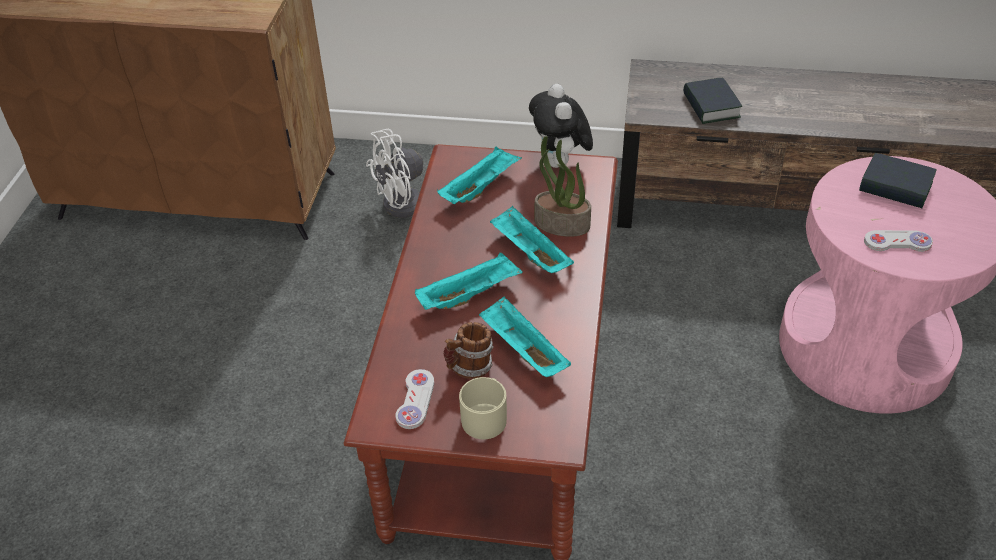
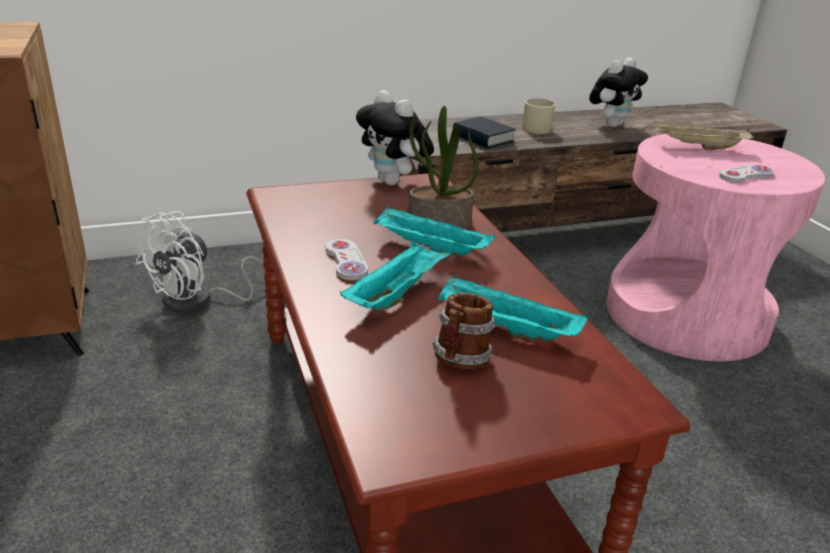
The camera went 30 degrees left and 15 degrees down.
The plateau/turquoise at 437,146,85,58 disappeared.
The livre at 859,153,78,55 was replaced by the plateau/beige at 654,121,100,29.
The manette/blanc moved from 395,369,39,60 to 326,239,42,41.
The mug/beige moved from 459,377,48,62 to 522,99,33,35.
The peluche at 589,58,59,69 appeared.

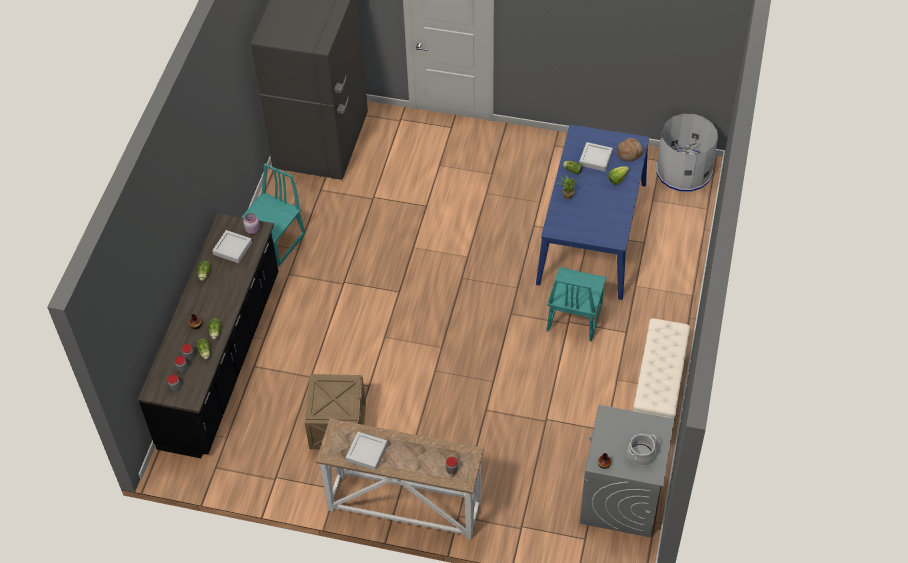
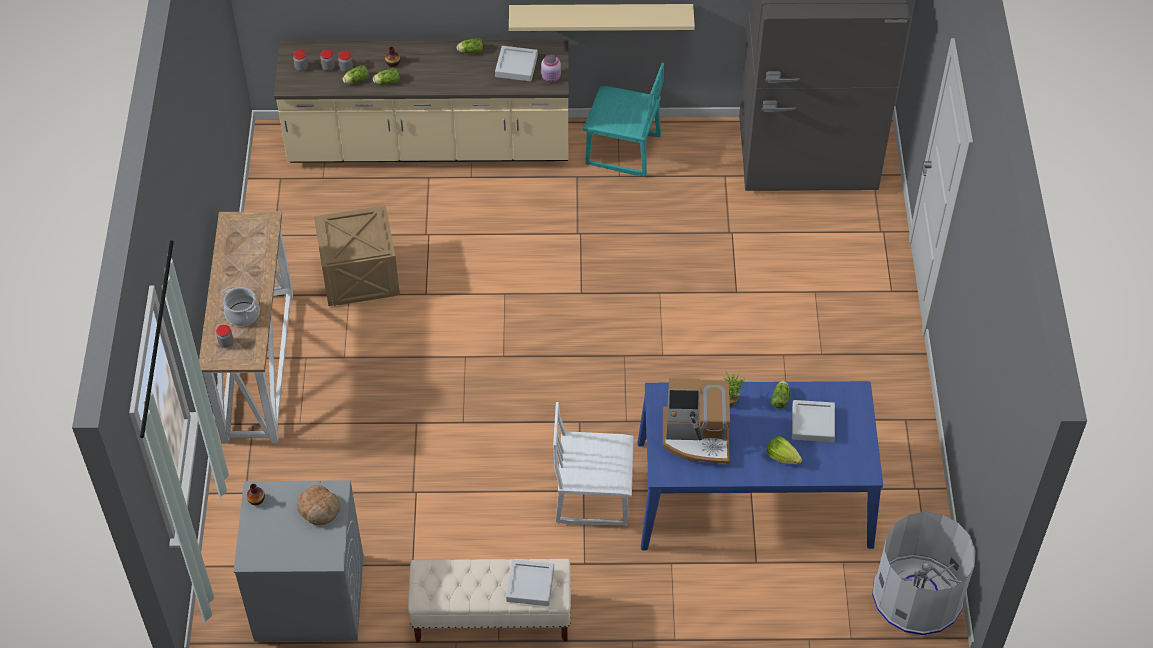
The camera went 75 degrees right and 0 degrees up.
The pain moved from 617,138,26,24 to 297,485,43,40.
The comptoir de cuisine/noir at 138,213,141,245 became the comptoir de cuisine/beige at 274,40,295,123.
The chaise/turquoise at 546,267,60,74 became the chaise/blanc at 553,402,81,124.
The plateau/gris moved from 346,432,42,38 to 506,560,48,46.
The marmite moved from 627,434,30,31 to 223,287,37,39.
The étagère/beige at 509,4,186,27 appeared.
The machine à café at 663,378,67,86 appeared.

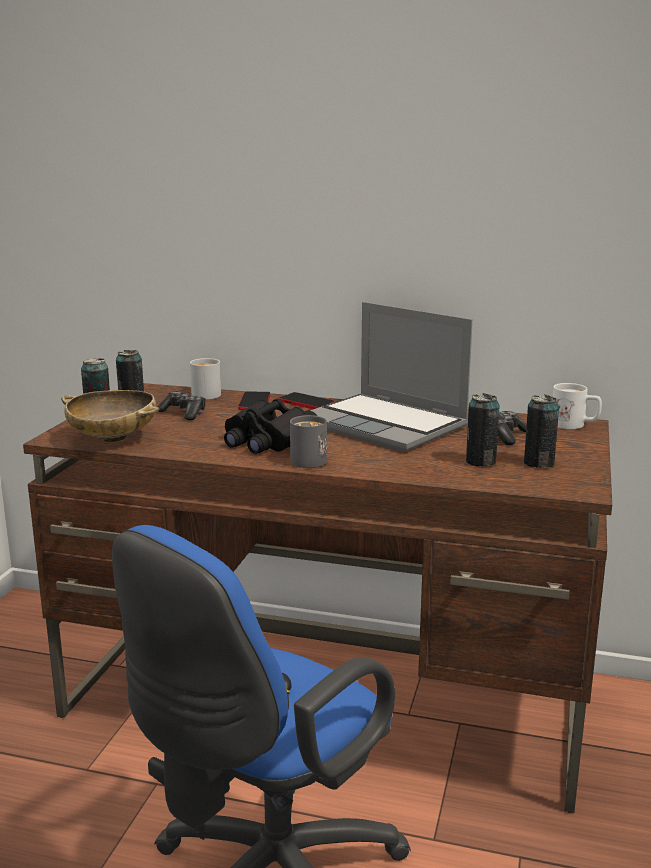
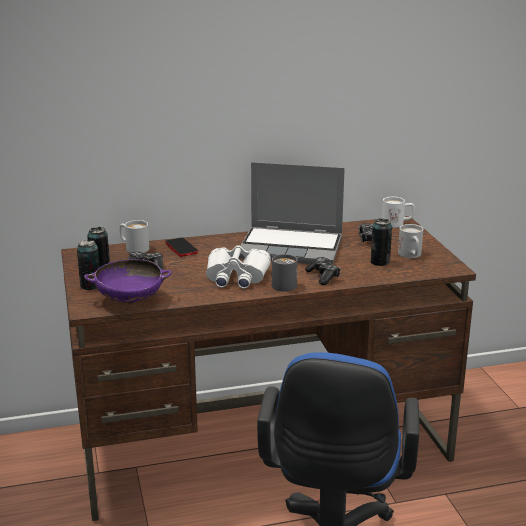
The camera went 30 degrees left and 5 degrees up.
The bol/beige at 61,390,99,52 became the bol/violet at 84,259,88,44.
The téléphone at 279,392,56,17 disappeared.
The boîte métallique at 524,395,35,73 was replaced by the mug/blanc at 398,224,25,34.
The jumelles/noir at 224,398,93,56 became the jumelles/blanc at 206,245,65,44.
The manette at 305,257,36,28 appeared.

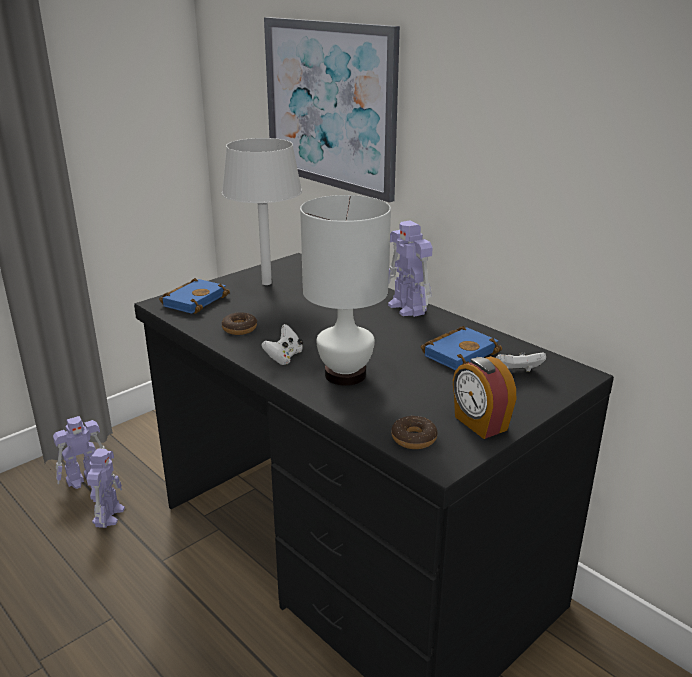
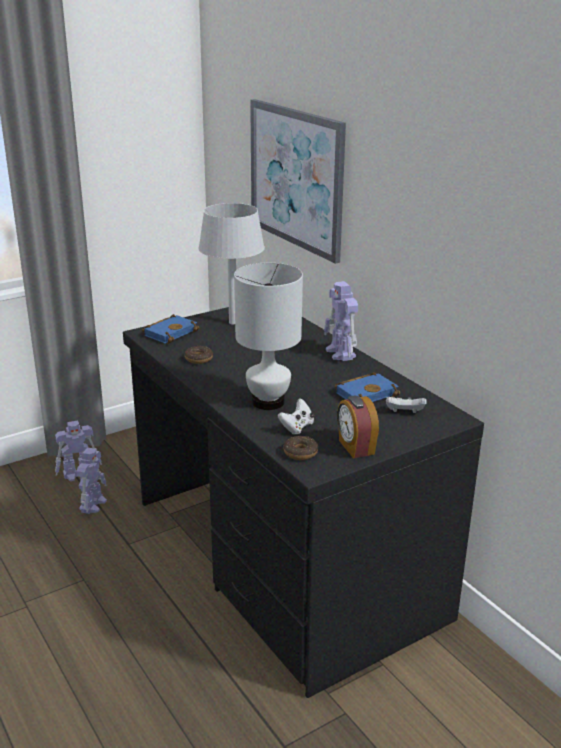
The camera went 10 degrees right and 0 degrees up.
The manette/blanc moved from 261,324,42,41 to 278,398,36,37.

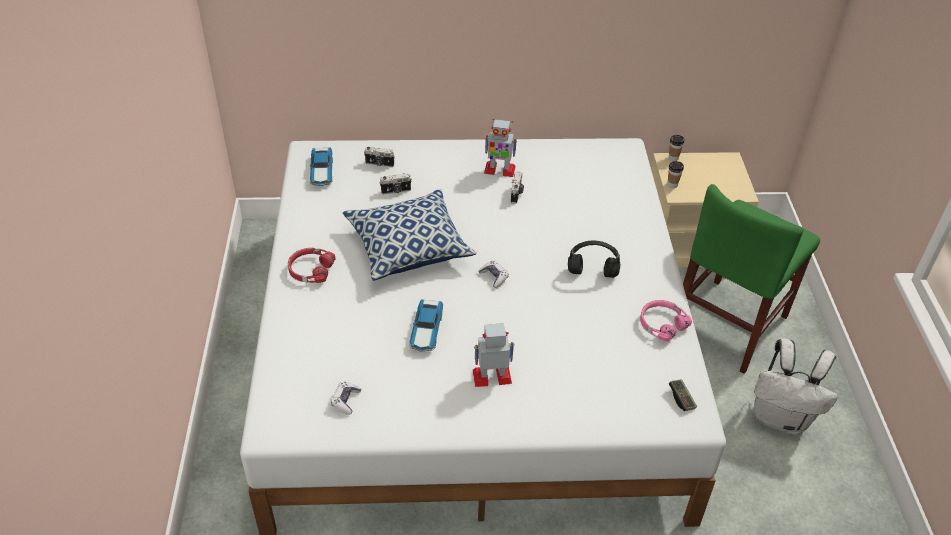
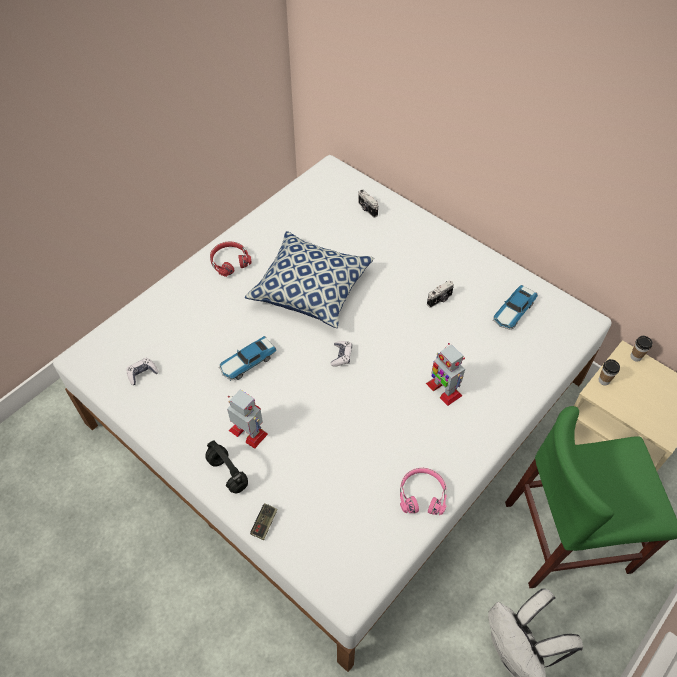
The camera went 45 degrees right and 10 degrees up.
The robot jouet moved from 484,119,33,58 to 426,343,39,63.
The petite voiture moved from 310,148,23,38 to 493,285,45,45.
The appareil photo at 380,173,32,22 disappeared.
The casque audio/noir moved from 568,241,52,37 to 205,440,43,53.
The manette moved from 669,379,28,32 to 250,503,28,37.

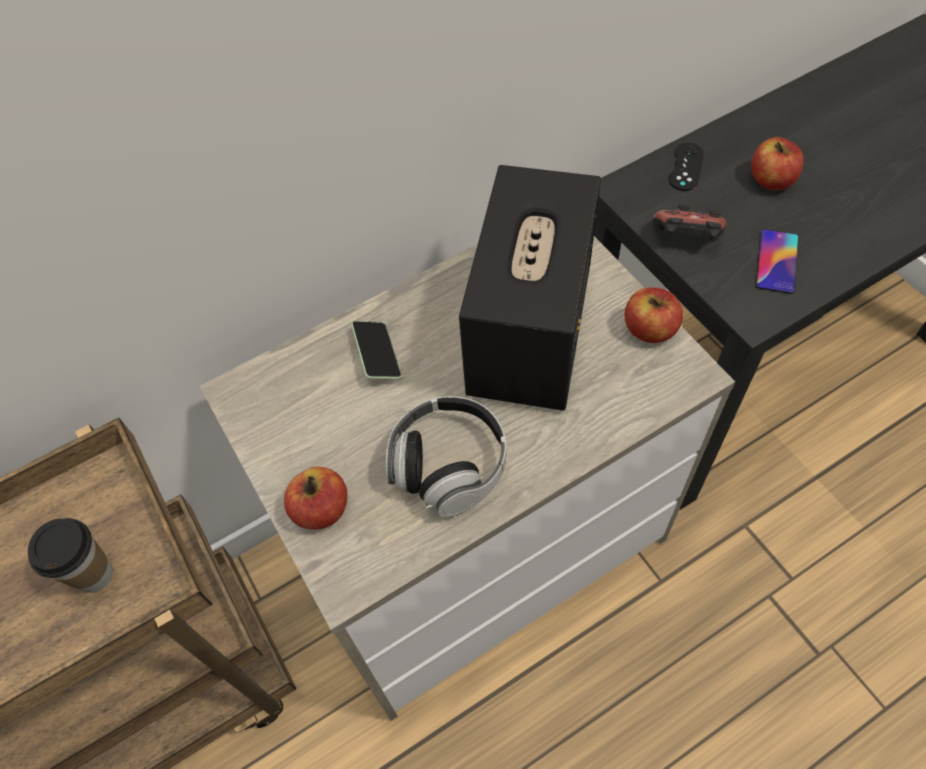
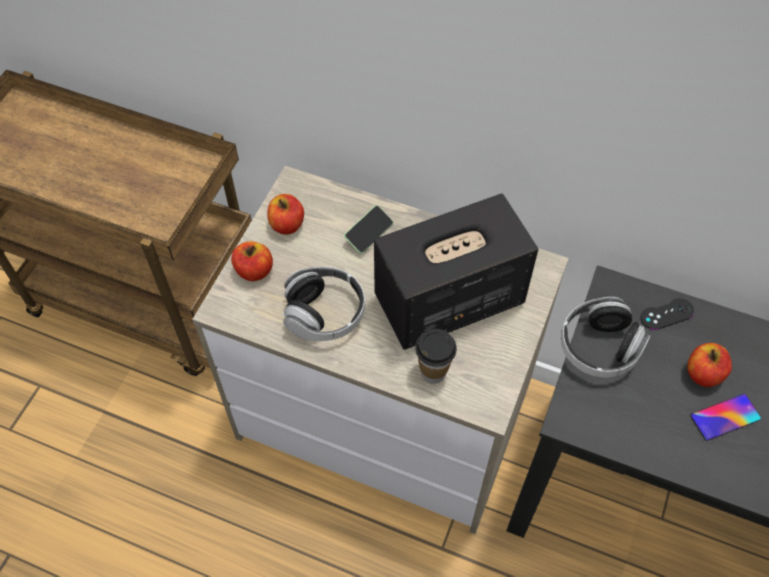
The camera went 50 degrees right and 0 degrees up.
The manette at 652,204,74,35 was replaced by the casque audio at 561,297,89,81.
The téléphone moved from 756,229,42,65 to 690,394,71,47.
The pomme moved from 625,287,58,56 to 267,194,37,40.
The tasse moved from 28,518,85,75 to 415,329,42,55.

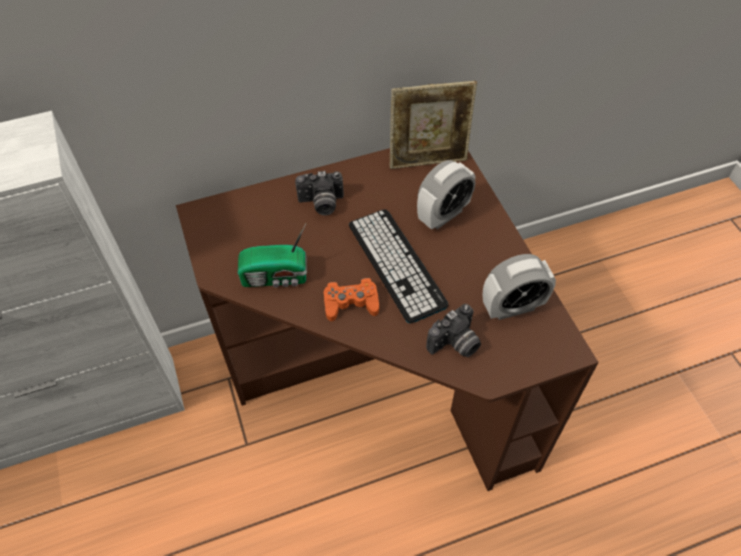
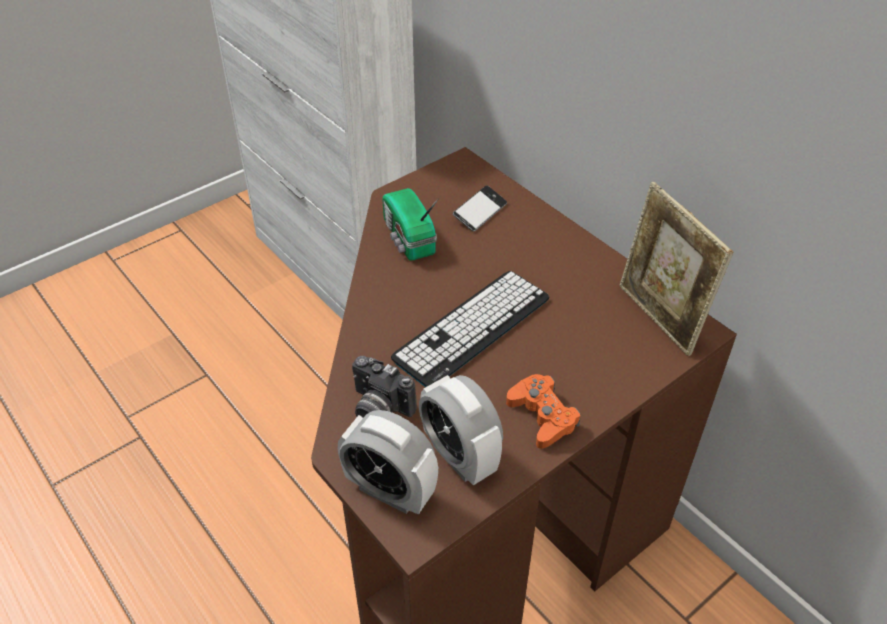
The camera went 70 degrees right and 10 degrees down.
The réveil moved from 417,160,58,70 to 338,410,100,104.
The appareil photo at 295,171,49,44 disappeared.
The manette/orange moved from 324,278,55,43 to 506,374,75,75.
The téléphone at 453,185,54,47 appeared.

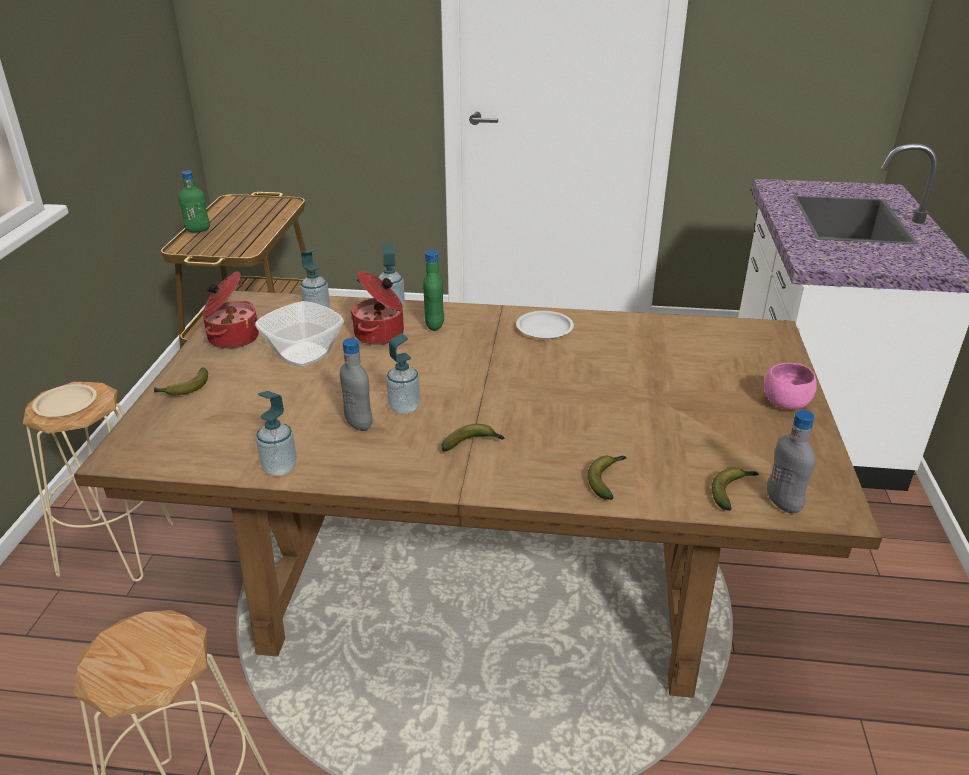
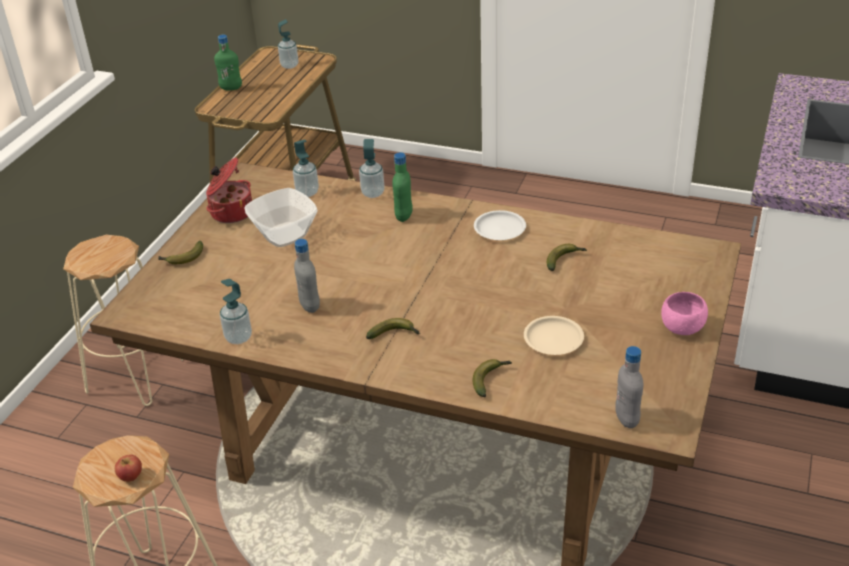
The camera went 15 degrees right and 5 degrees up.
The marmite at 350,271,54,74 disappeared.
The distributeur de savon moved from 386,333,34,81 to 278,19,20,50.
The assiette/beige moved from 32,384,65,33 to 524,316,60,39.
The banane moved from 712,467,47,44 to 547,244,40,27.
The pomme at 115,455,27,27 appeared.

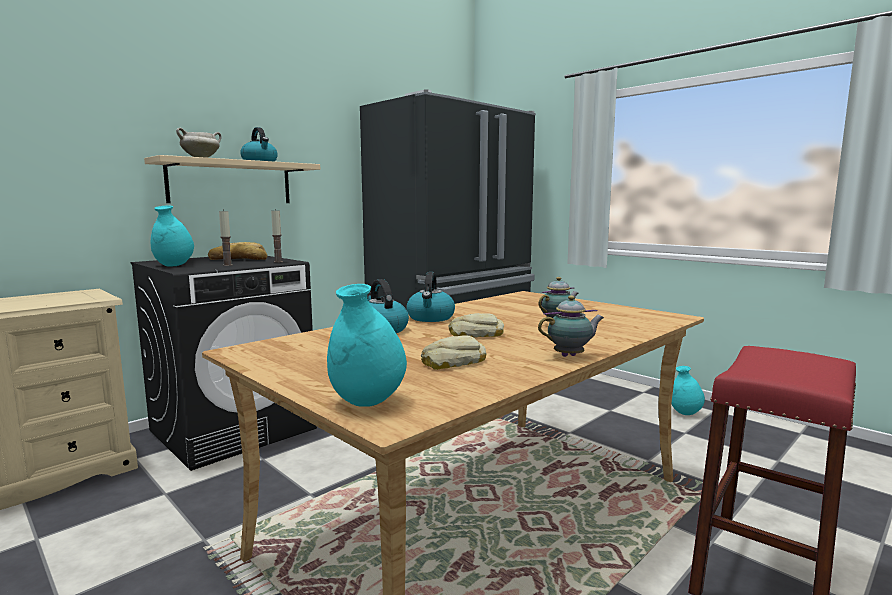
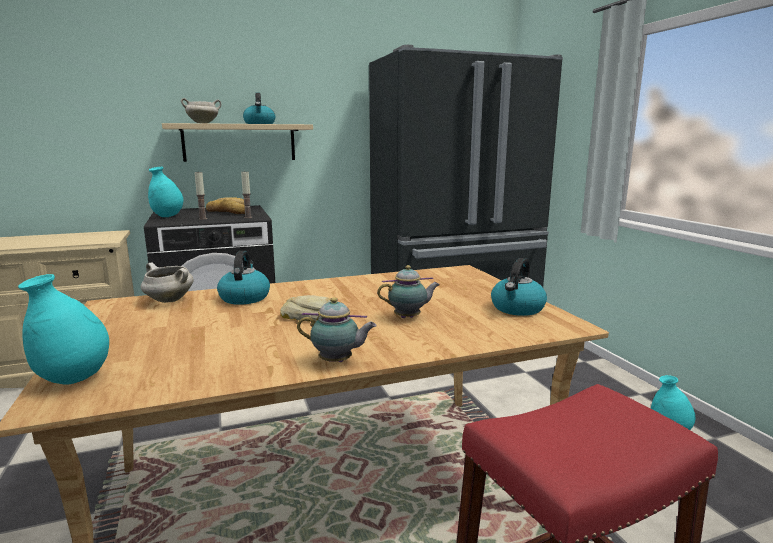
The camera went 25 degrees right and 5 degrees up.
The bouilloire moved from 406,272,49,50 to 491,258,56,58.
The pain at 421,335,65,35 disappeared.
The marmite/blanc at 141,262,53,41 appeared.

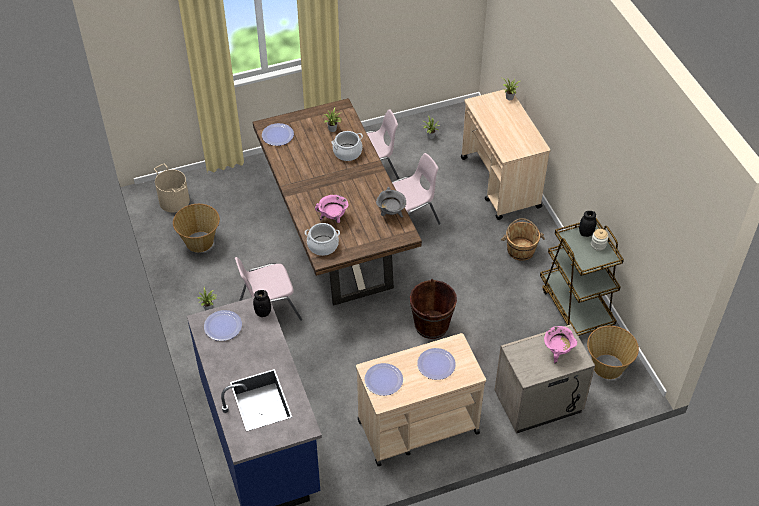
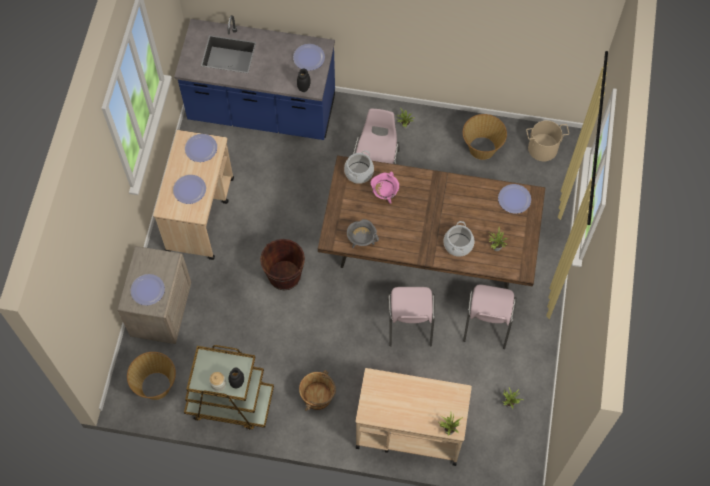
The camera went 120 degrees right and 15 degrees up.
The marmite/rose at 544,326,33,38 was replaced by the assiette at 131,274,34,32.

